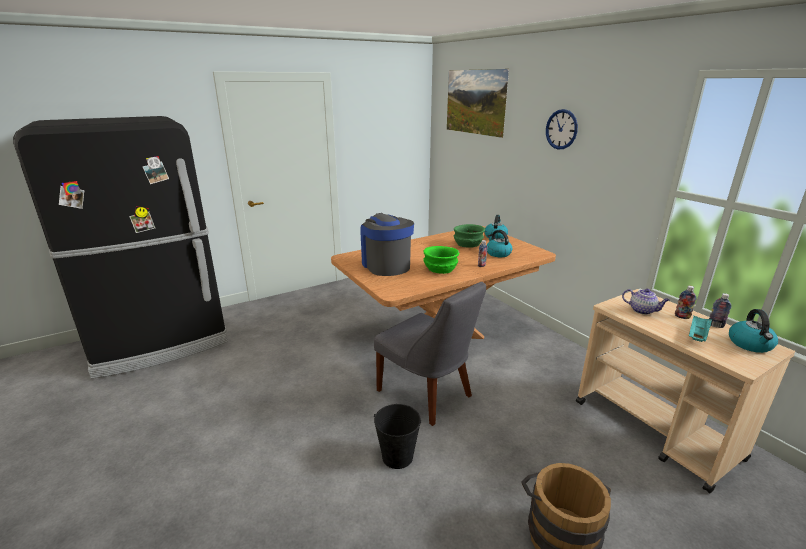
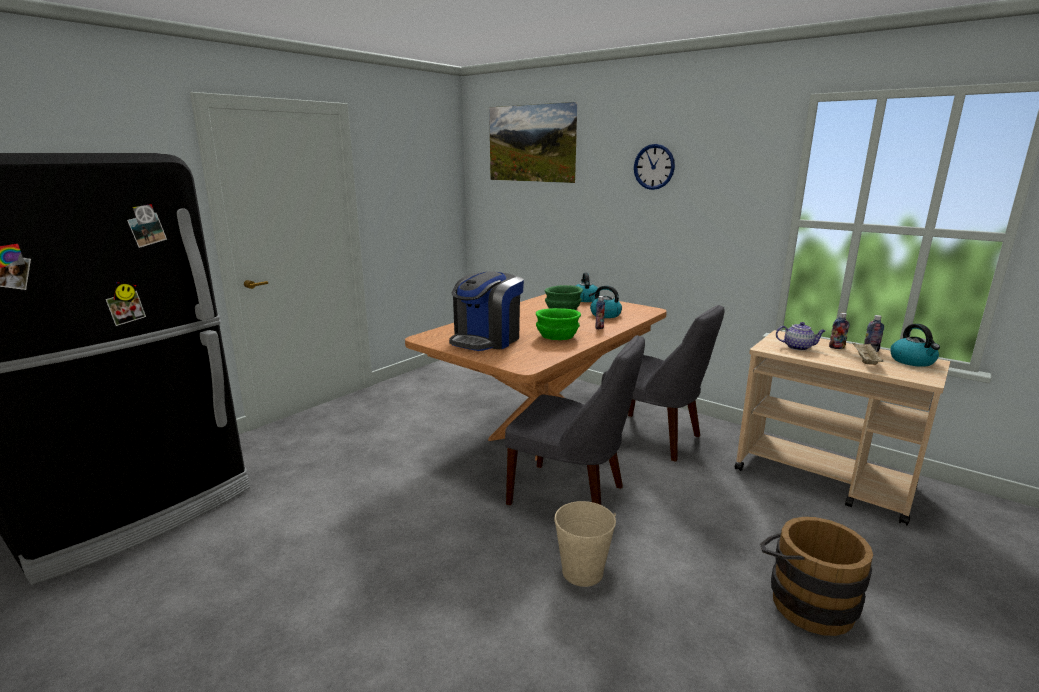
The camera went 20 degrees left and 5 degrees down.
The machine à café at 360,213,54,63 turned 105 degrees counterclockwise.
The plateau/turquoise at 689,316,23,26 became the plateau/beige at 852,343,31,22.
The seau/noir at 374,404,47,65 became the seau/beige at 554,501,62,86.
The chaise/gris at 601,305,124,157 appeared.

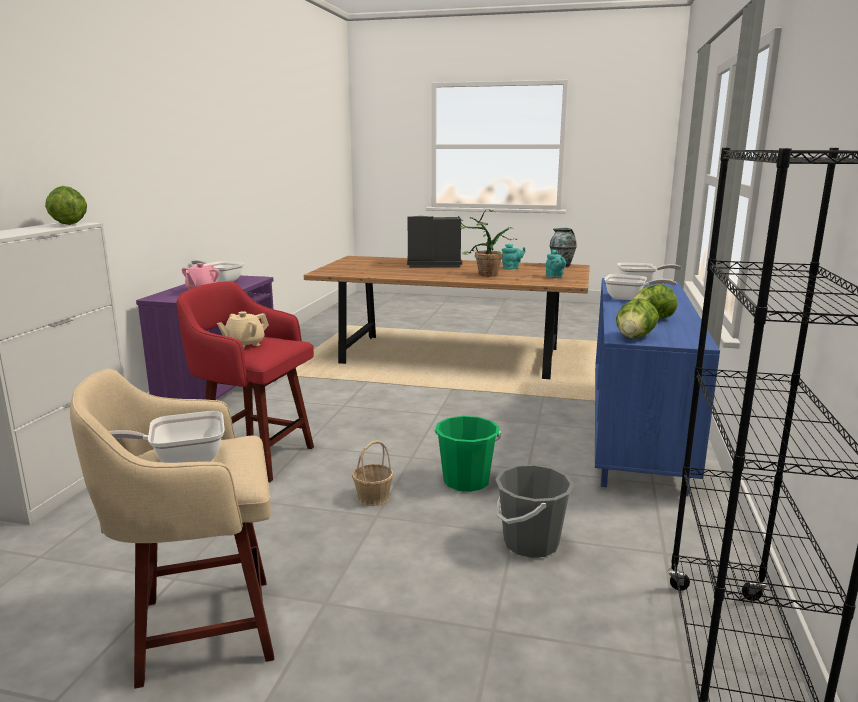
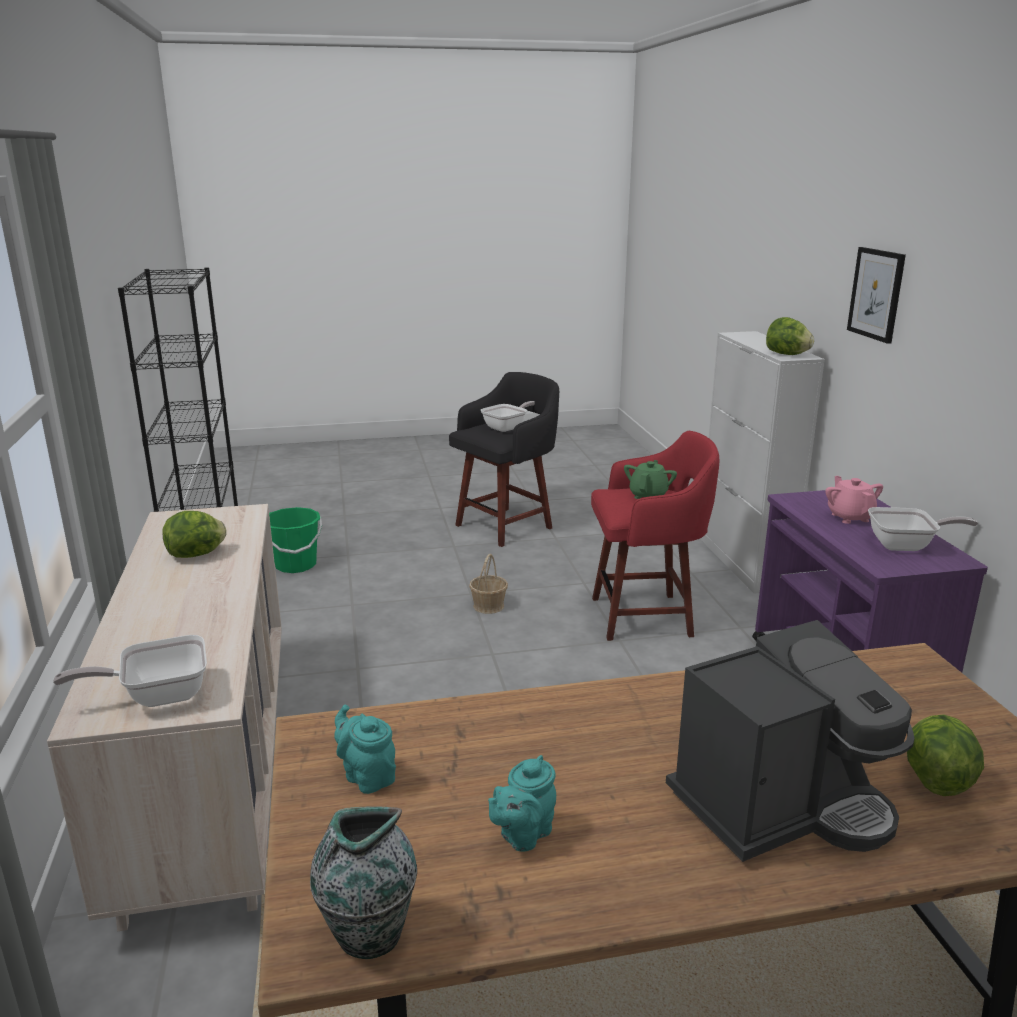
The camera went 155 degrees right and 5 degrees up.
The plante en pot at 456,209,61,68 disappeared.
The poêle at 604,274,72,26 disappeared.
The commode/bleu at 595,278,125,218 became the commode/beige at 47,504,235,427.
The laitue moved from 616,298,43,41 to 907,714,77,82.
The théière/beige at 217,311,52,38 became the théière/vert at 624,460,53,39.
The tabouret/beige at 70,369,204,320 became the tabouret/noir at 449,372,110,175.
The seau/vert moved from 435,416,66,76 to 269,507,53,66.
The seau/gris at 495,464,79,94 disappeared.
The tableau at 847,247,59,97 appeared.

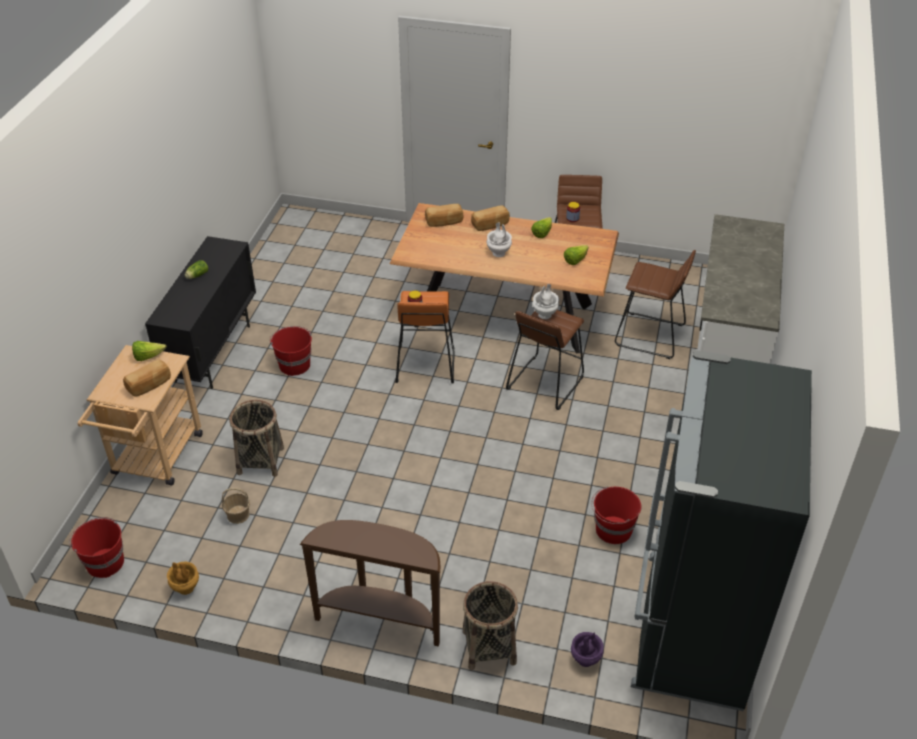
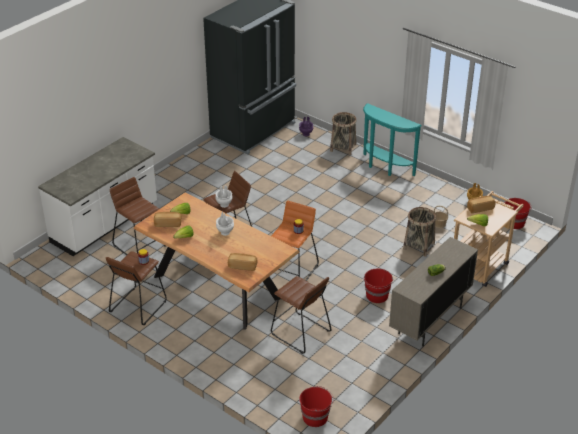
The camera went 155 degrees left and 5 degrees down.
The pain moved from 471,205,39,26 to 154,212,28,15.
The meuble de rangement/noir at 145,236,111,153 became the meuble de rangement/beige at 389,237,89,110.
The seau/rouge moved from 592,487,49,57 to 299,386,35,41.
The table console/marron at 300,520,140,127 became the table console/turquoise at 363,103,58,73.
The tabouret/marron at 271,276,60,78 appeared.

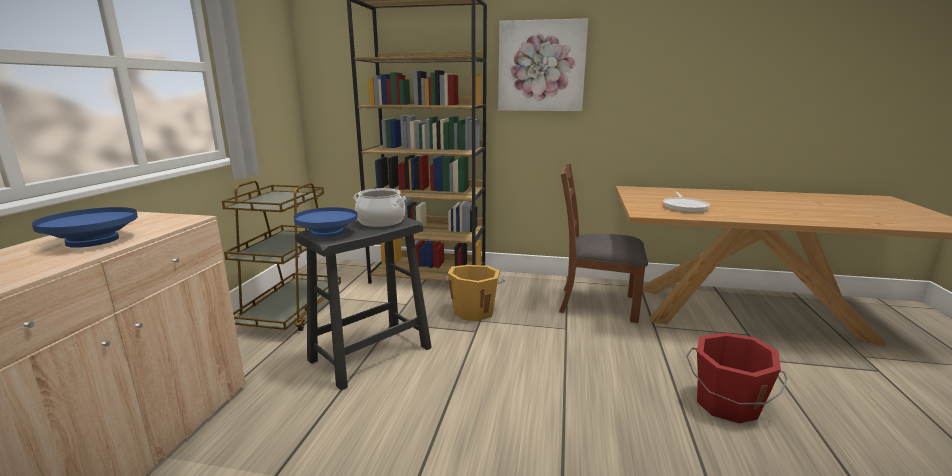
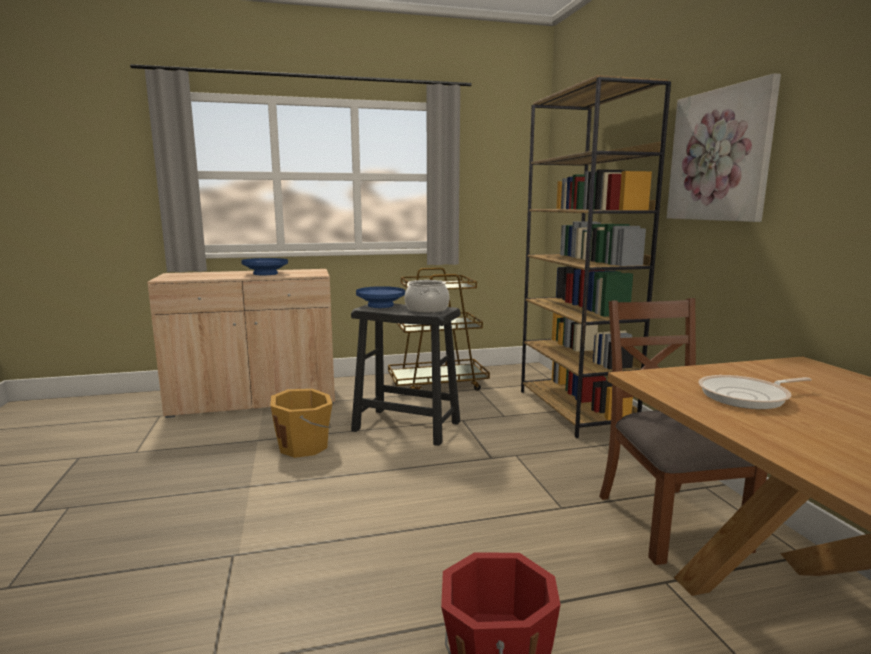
The camera went 65 degrees right and 5 degrees down.
The seau/orange moved from 444,265,61,56 to 270,389,63,69.

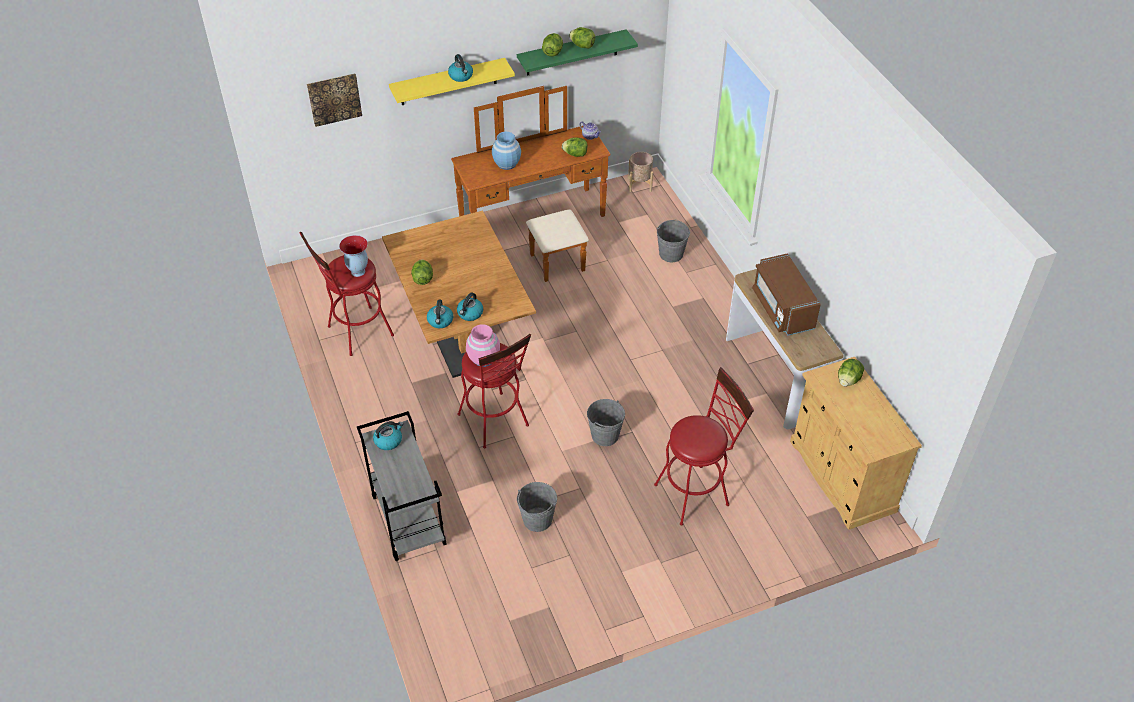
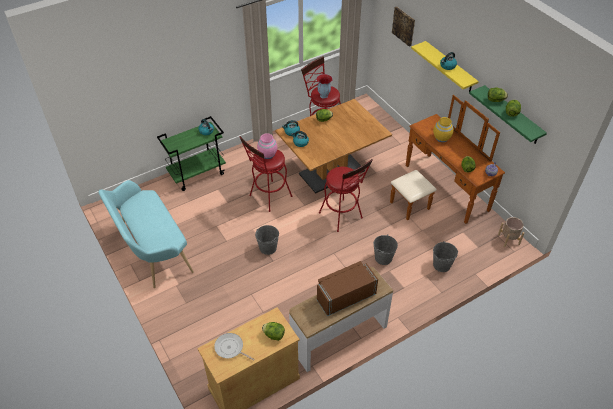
The camera went 80 degrees right and 0 degrees up.
The vase/bleu at 492,132,29,38 became the vase/jaune at 433,117,21,25.
The tabouret/rouge moved from 654,367,100,159 to 319,159,54,73.
The chariot/gris at 357,411,90,150 became the chariot/vert at 157,116,69,75.
The seau/gris moved from 517,482,40,50 to 373,234,25,31.
The banc/turquoise at 99,180,95,108 appeared.
The poêle at 214,333,41,28 appeared.

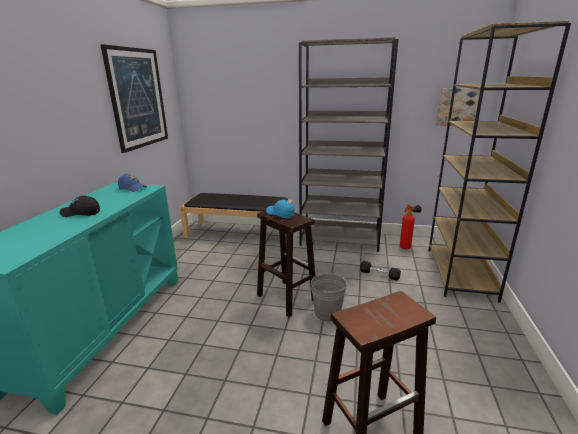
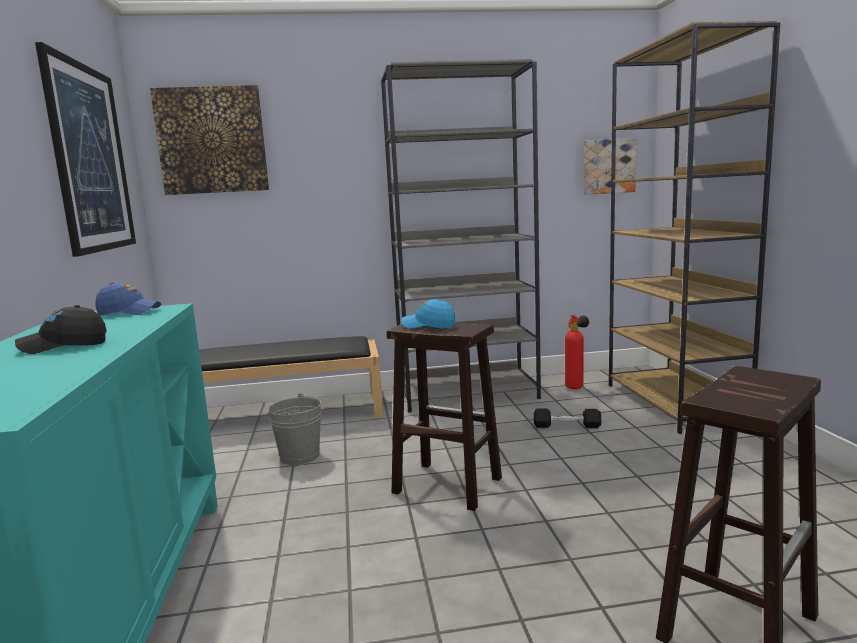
The camera went 20 degrees left and 10 degrees down.
The seau/gris moved from 311,271,36,51 to 268,393,54,72.
The tableau at 150,85,119,110 appeared.

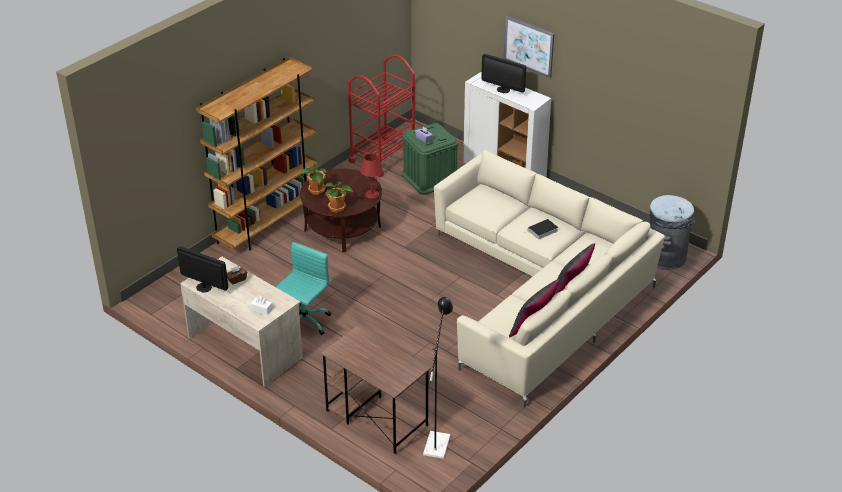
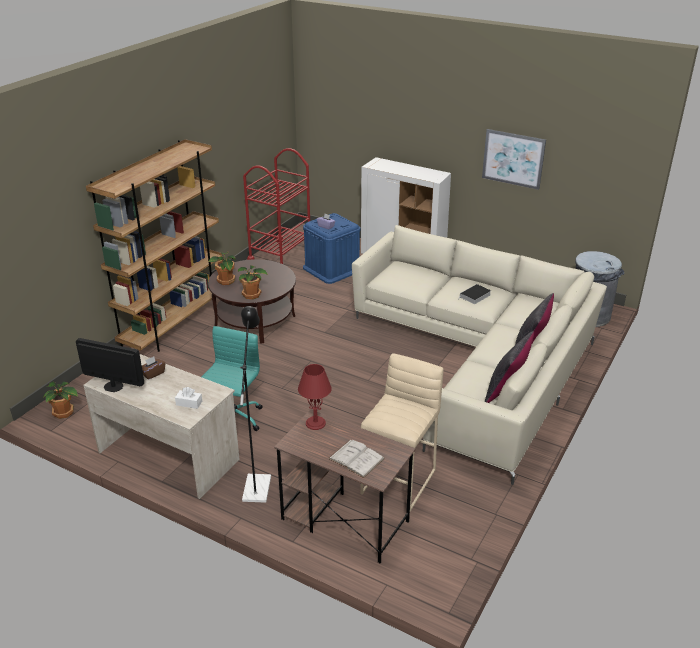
The camera went 10 degrees left and 5 degrees down.
The tableau moved from 503,16,51,62 to 482,129,64,61.
The écran d'ordinateur at 481,54,45,39 disappeared.
The boîte de rangement/vert at 401,123,57,72 became the boîte de rangement/bleu at 303,213,57,71.
The lampe de table/rouge moved from 360,153,23,46 to 298,364,34,66.
The lampadaire/noir moved from 423,297,30,162 to 240,306,31,197.
The tabouret/beige at 361,353,82,159 appeared.
The plante en pot at 44,382,34,37 appeared.
The livre/blanc at 328,440,57,38 appeared.

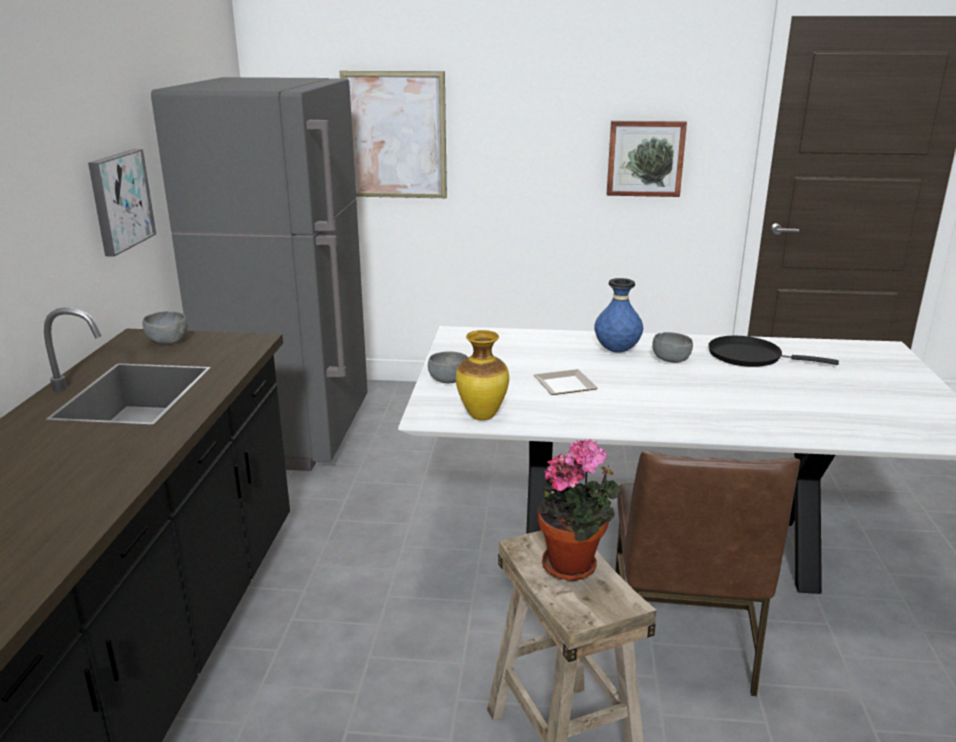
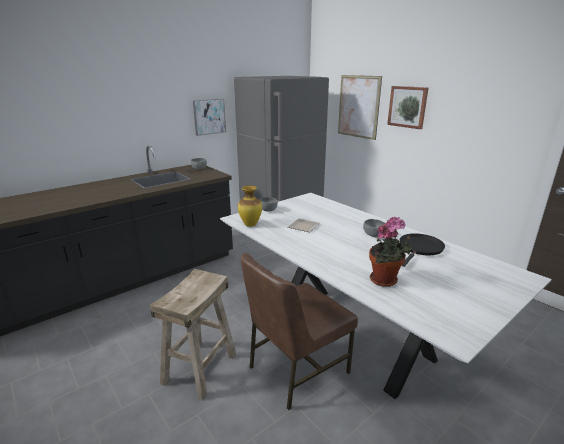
The camera went 45 degrees right and 0 degrees up.
The tableau moved from 607,121,80,76 to 387,86,41,43.
The vase/bleu at 594,278,49,75 disappeared.
The poêle/noir at 708,336,131,31 turned 60 degrees clockwise.
The plante en pot moved from 537,439,85,142 to 369,216,43,71.

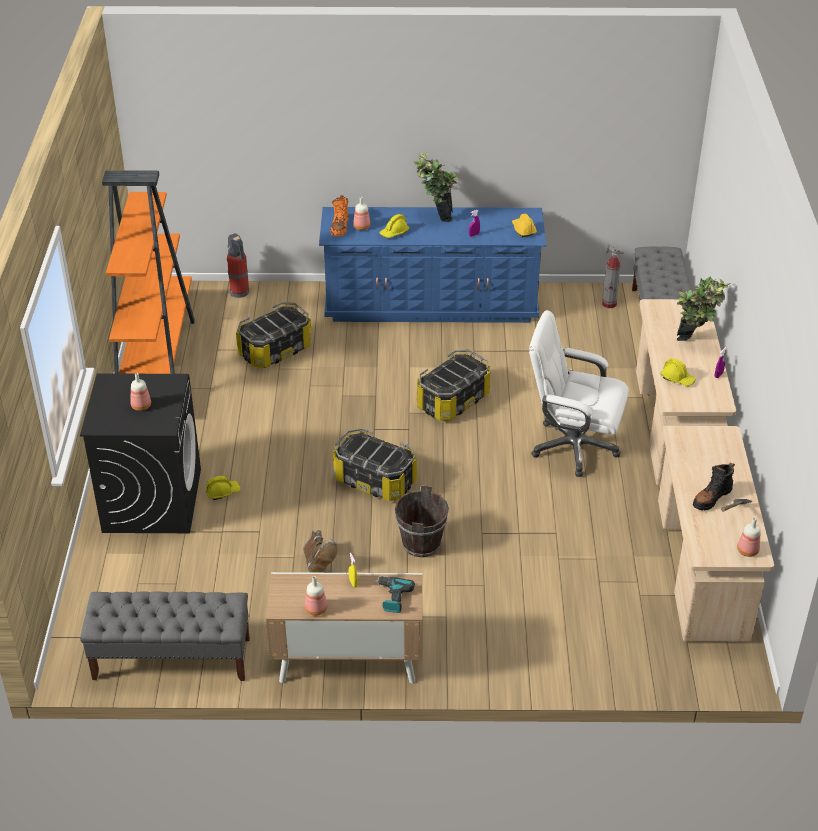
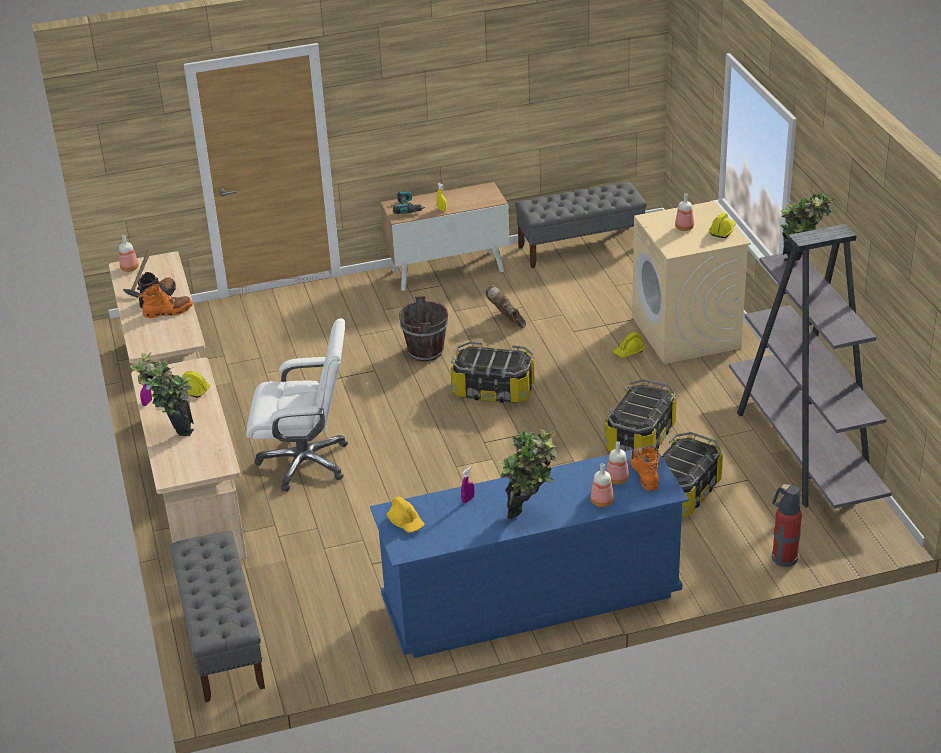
The camera went 165 degrees right and 5 degrees down.
The bibliothèque/orange at 102,170,93,204 became the bibliothèque/gris at 729,224,163,285.
The casque de chantier/jaune moved from 379,214,30,24 to 709,213,27,25.
The extincteur at 602,245,22,63 disappeared.
The boîte de rangement moved from 417,350,73,71 to 605,379,72,73.
The lave-linge/noir at 80,373,121,160 became the lave-linge/beige at 632,201,119,163.
The bouteille moved from 305,576,23,40 to 591,463,23,44.
The plante en pot at 780,192,55,69 appeared.
The botte/orange at 138,283,55,36 appeared.

